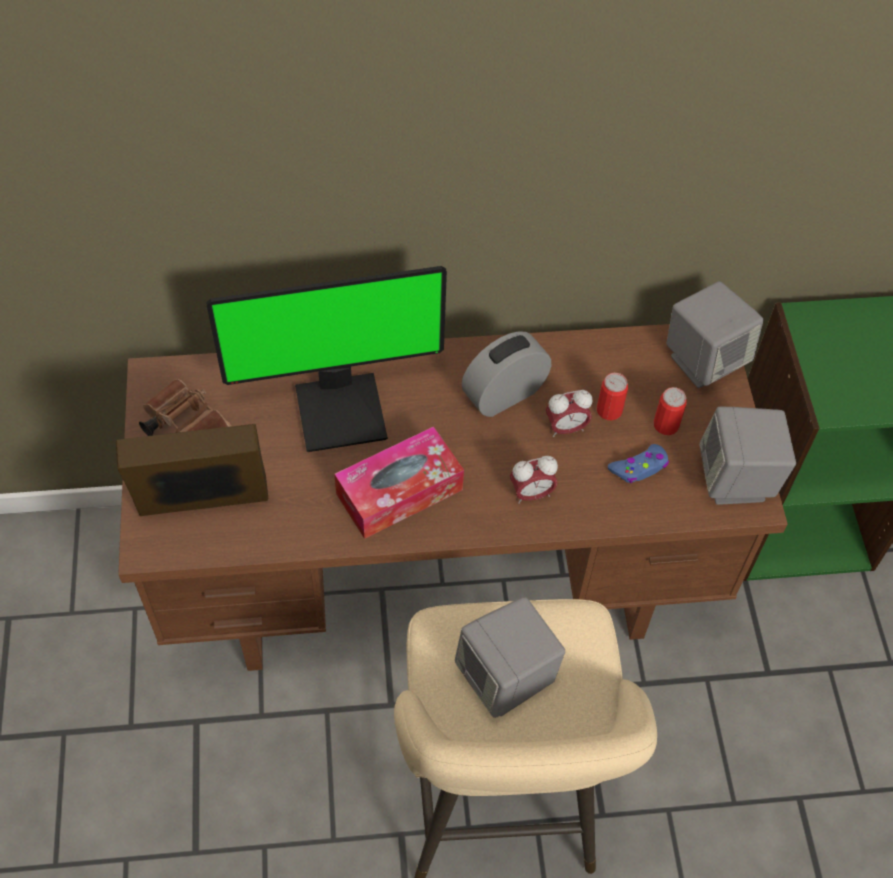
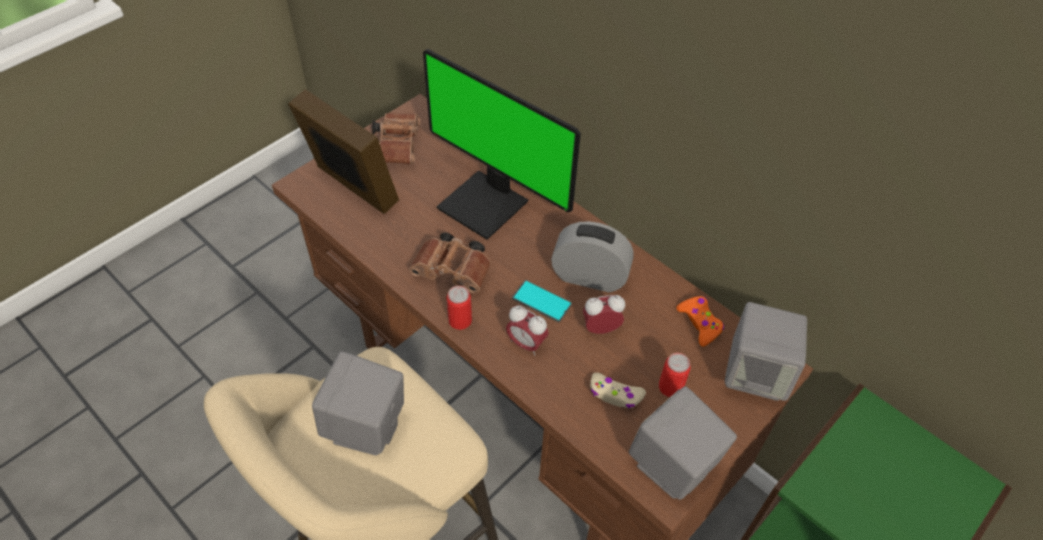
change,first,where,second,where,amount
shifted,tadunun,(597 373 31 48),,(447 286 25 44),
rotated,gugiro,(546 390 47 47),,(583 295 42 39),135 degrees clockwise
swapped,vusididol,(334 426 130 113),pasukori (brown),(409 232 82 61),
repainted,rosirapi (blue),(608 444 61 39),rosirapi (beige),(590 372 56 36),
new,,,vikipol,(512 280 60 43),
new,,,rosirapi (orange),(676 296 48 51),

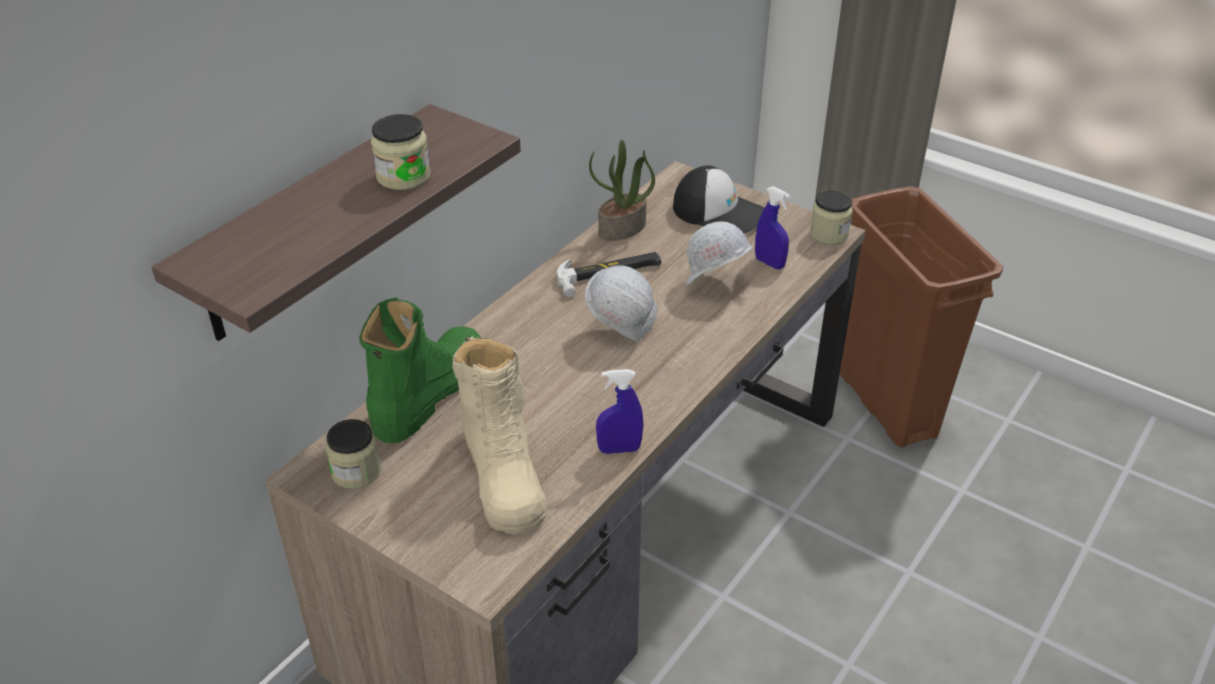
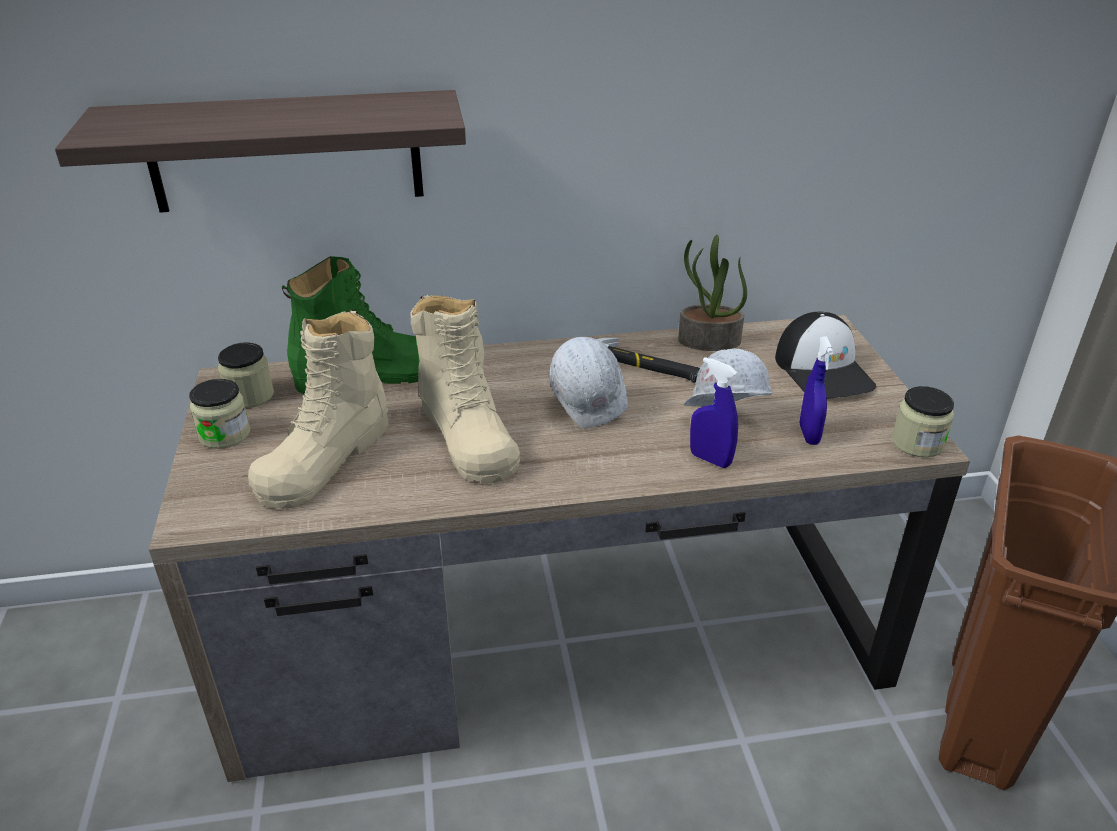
change,first,where,second,where,amount
shifted,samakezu,(371 114 59 76),,(189 379 61 70),
shifted,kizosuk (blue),(596 369 48 85),,(690 357 48 111),
new,,,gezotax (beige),(411 295 109 188),

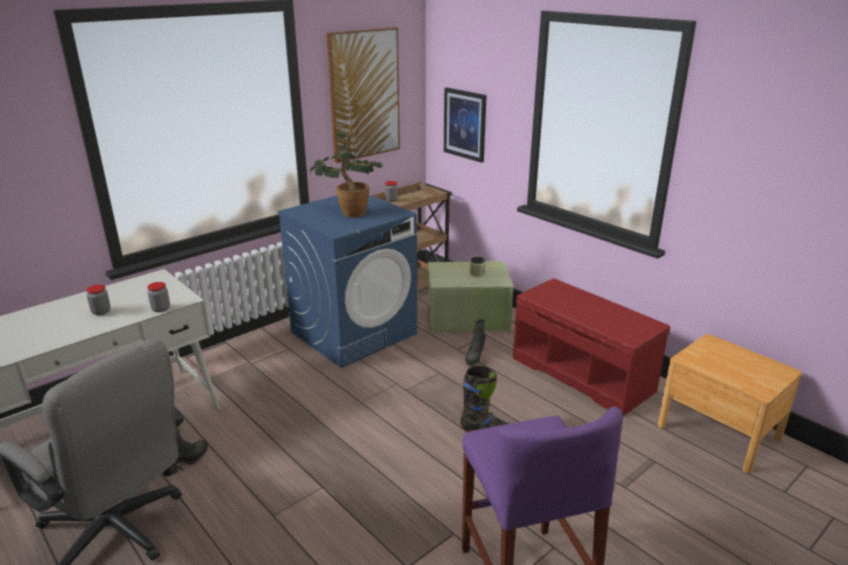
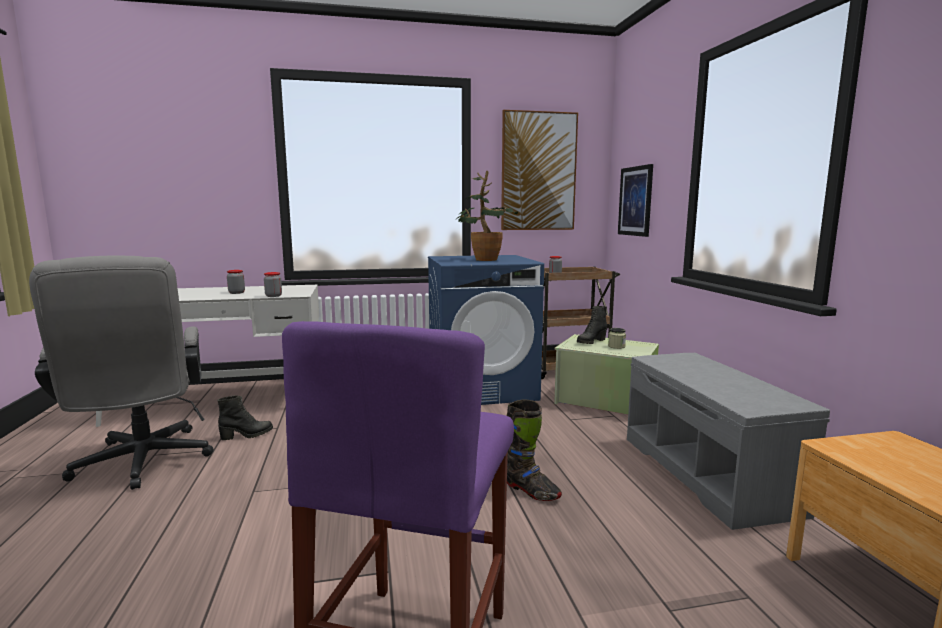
change,first,where,second,where,amount
repainted,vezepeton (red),(513 278 157 138),vezepeton (grey),(627 353 203 177),
shifted,gezotax (black),(465 319 20 47),,(577 306 30 38),

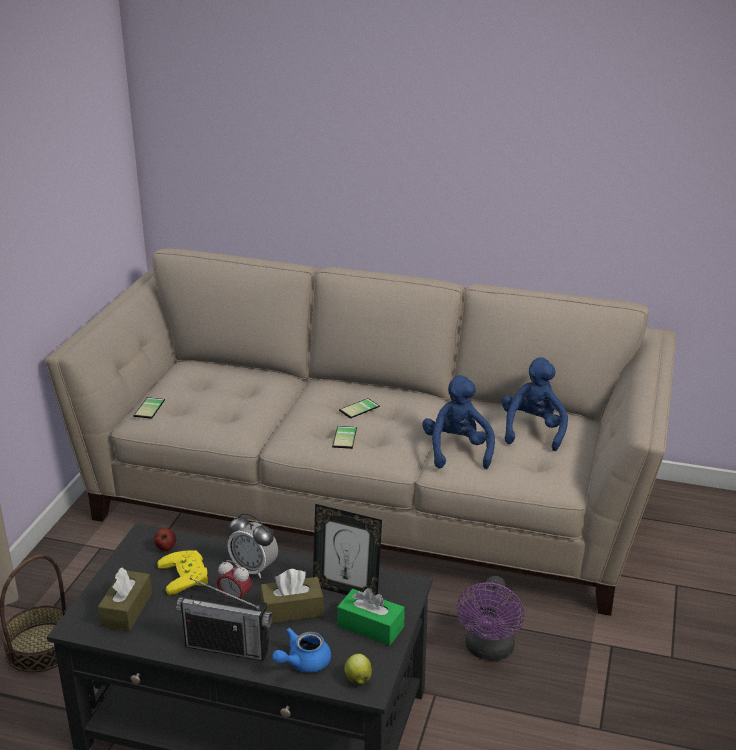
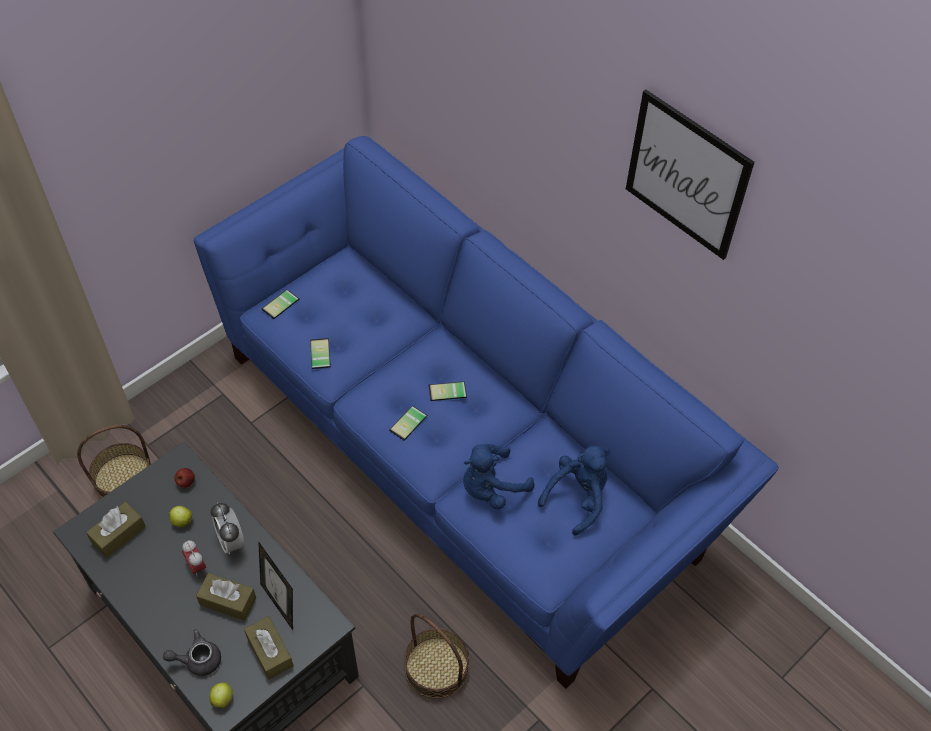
change,first,where,second,where,amount
repainted,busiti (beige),(45 248 631 368),busiti (blue),(194 136 585 553),
rotated,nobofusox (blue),(422 375 73 94),,(463 444 71 65),150 degrees counterclockwise
swapped,rosirapi (yellow),(157 550 51 45),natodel,(169 506 23 21),
swapped,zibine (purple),(457 576 67 84),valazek,(404 613 65 86),
gone,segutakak,(176 578 96 83),,,
repainted,vusididol (green),(337 588 68 58),vusididol (brown),(244 616 49 64),
repainted,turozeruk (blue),(272 628 59 45),turozeruk (grey),(163 629 58 47),
new,,,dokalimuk,(626 89 128 171),
new,,,vikipol,(310 338 21 31),

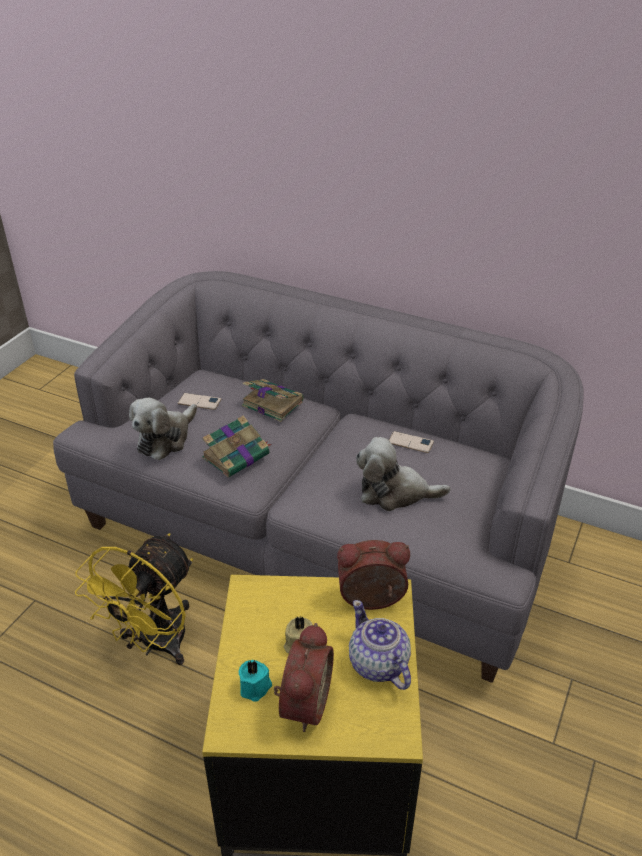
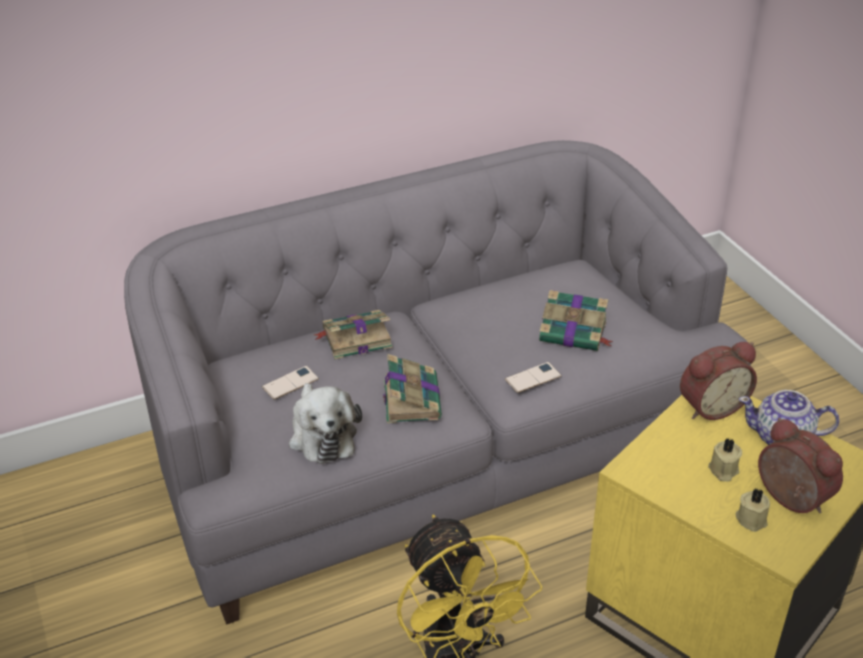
change,first,where,second,where,amount
shifted,vikipol,(389 431 45 22),,(505 362 57 31),
swapped,nobofusox,(356 437 94 74),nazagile,(539 290 74 61),
rotated,gugiro,(337 540 73 70),,(680 342 77 78),150 degrees counterclockwise
repainted,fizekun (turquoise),(239 660 33 42),fizekun (beige),(736 488 34 44),

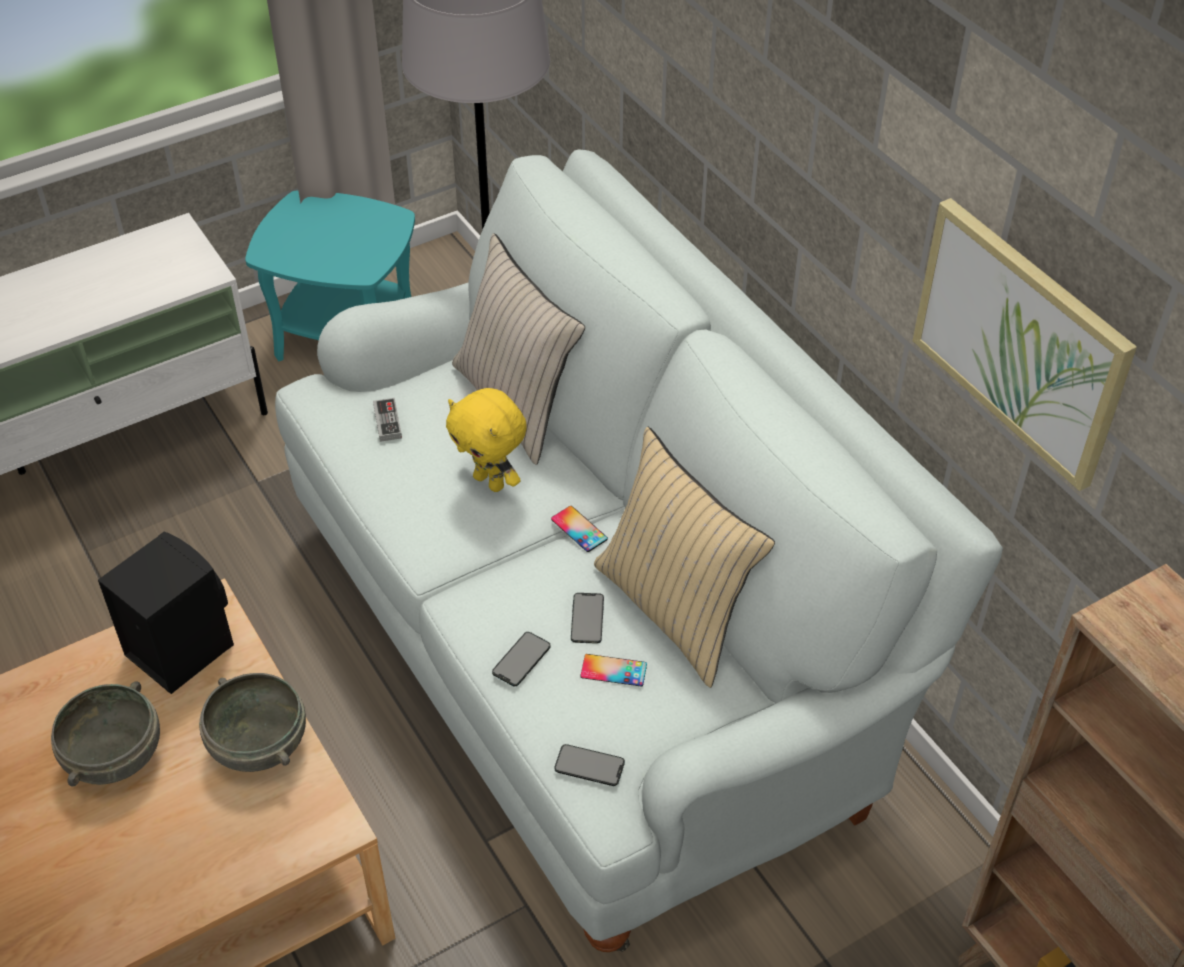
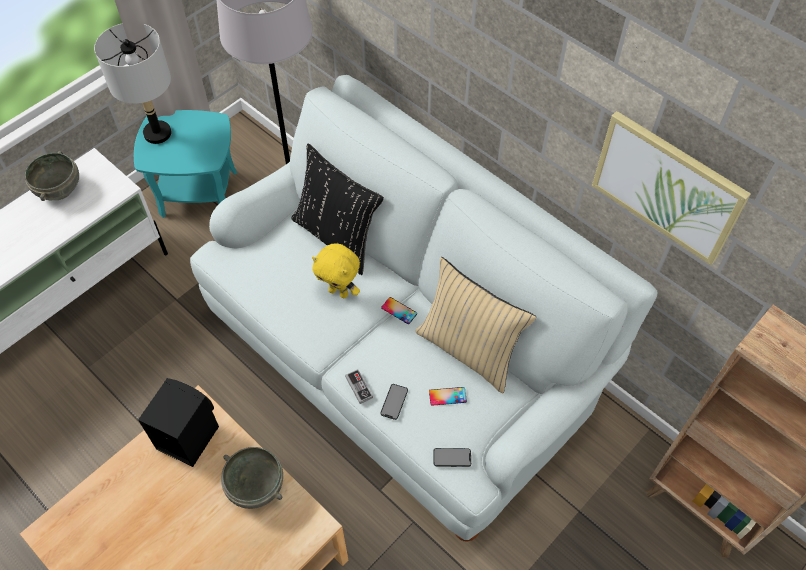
change,first,where,second,where,amount
repainted,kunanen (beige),(452 233 133 232),kunanen (black),(291 144 93 131),
shifted,rosirapi,(373 398 29 44),,(345 369 28 35),
gone,vikipol,(571 593 33 51),,,
shifted,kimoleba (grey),(51 682 109 105),,(25 151 54 50),
new,,,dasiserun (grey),(94 24 78 120),

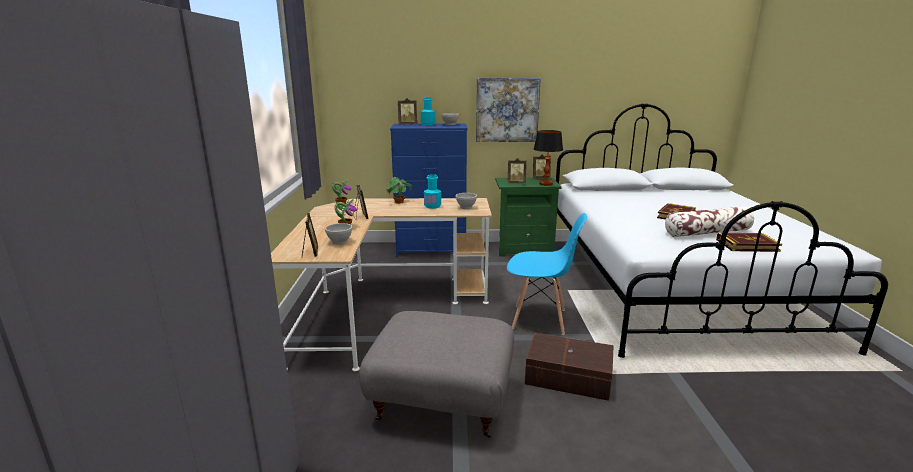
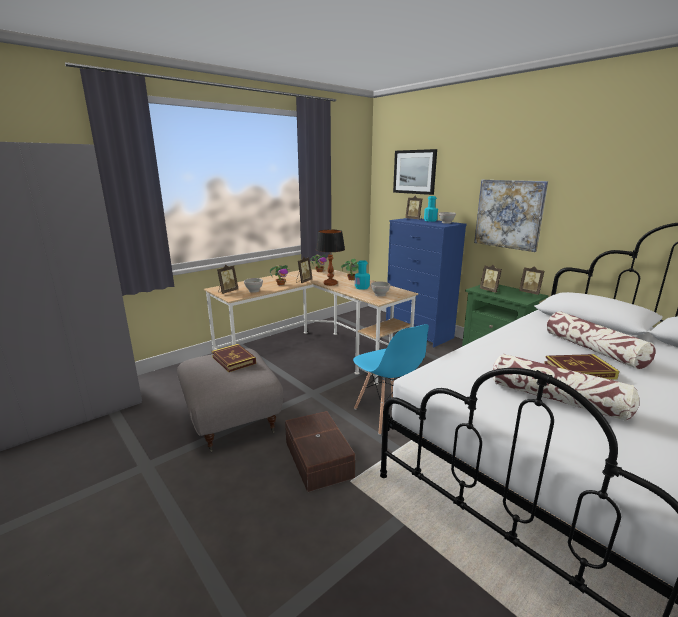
change,first,where,second,where,amount
shifted,dasiserun,(534 130 29 56),,(316 230 29 56),
shifted,nazagile,(716 233 66 19),,(212 344 44 28),
new,,,dokalimuk,(393 149 44 46),
new,,,kunanen,(547 311 109 59),

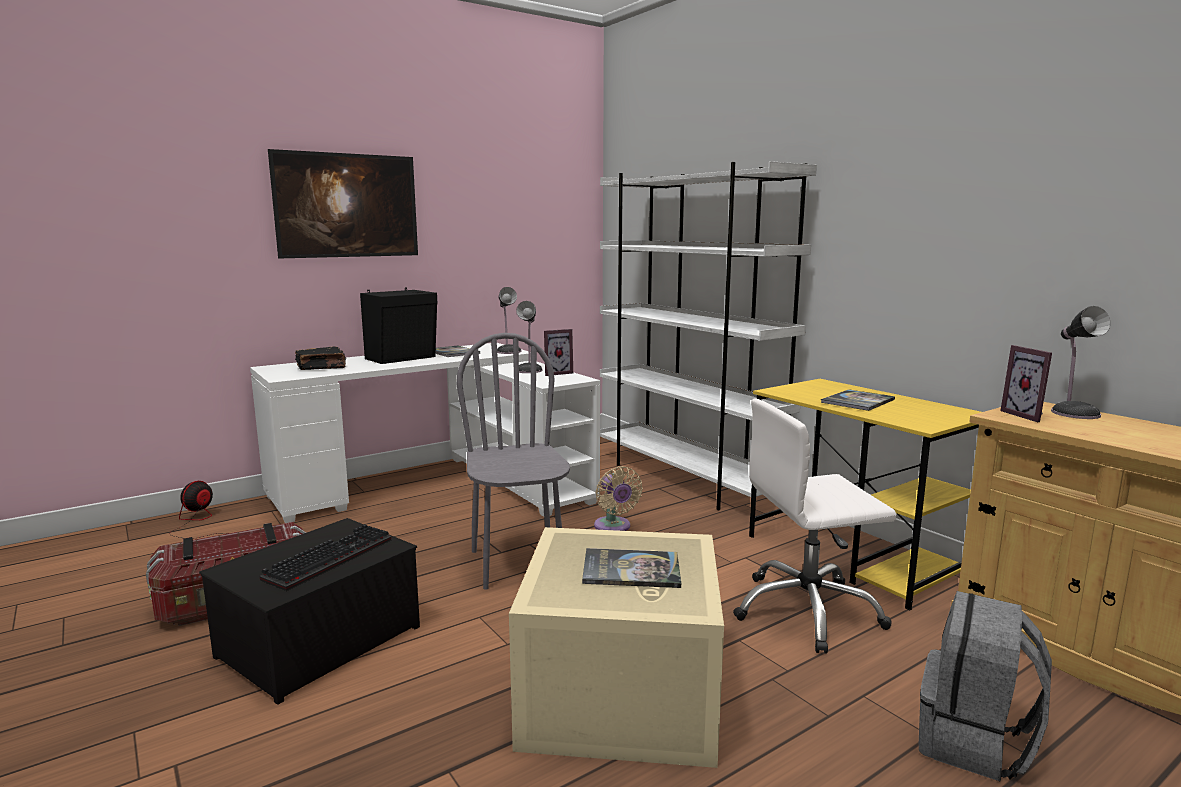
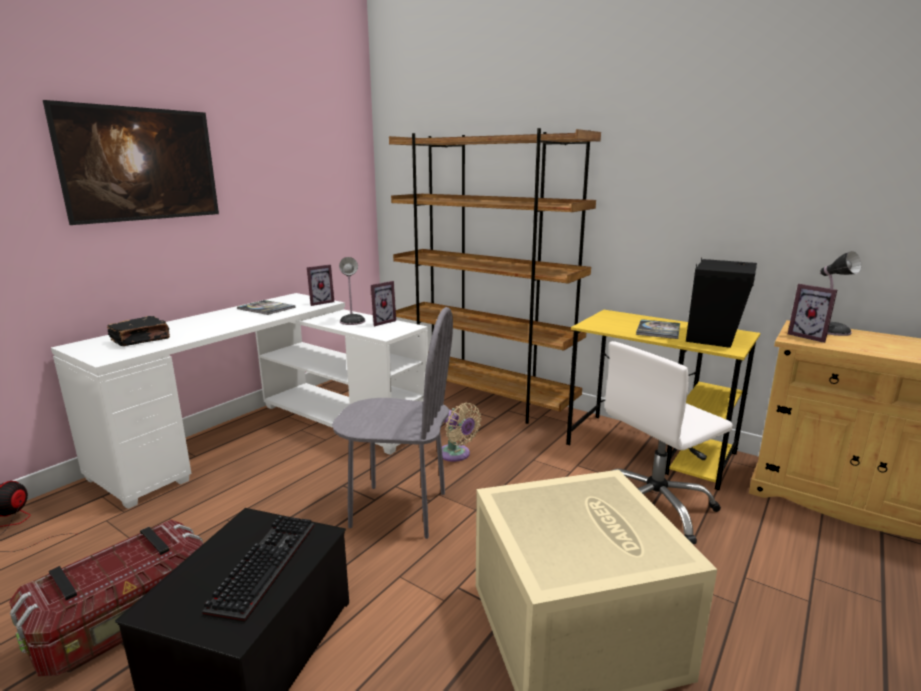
change,first,where,second,where,amount
repainted,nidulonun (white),(600 161 217 349),nidulonun (brown),(389 128 212 296),
shifted,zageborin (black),(360 287 77 77),,(686 257 71 91),
swapped,dasiserun,(497 287 25 67),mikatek,(307 265 27 41),
rotated,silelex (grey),(457 333 113 257),,(332 307 121 232),135 degrees clockwise
gone,nazagile,(582 548 99 40),,,
gone,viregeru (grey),(919 591 133 191),,,

